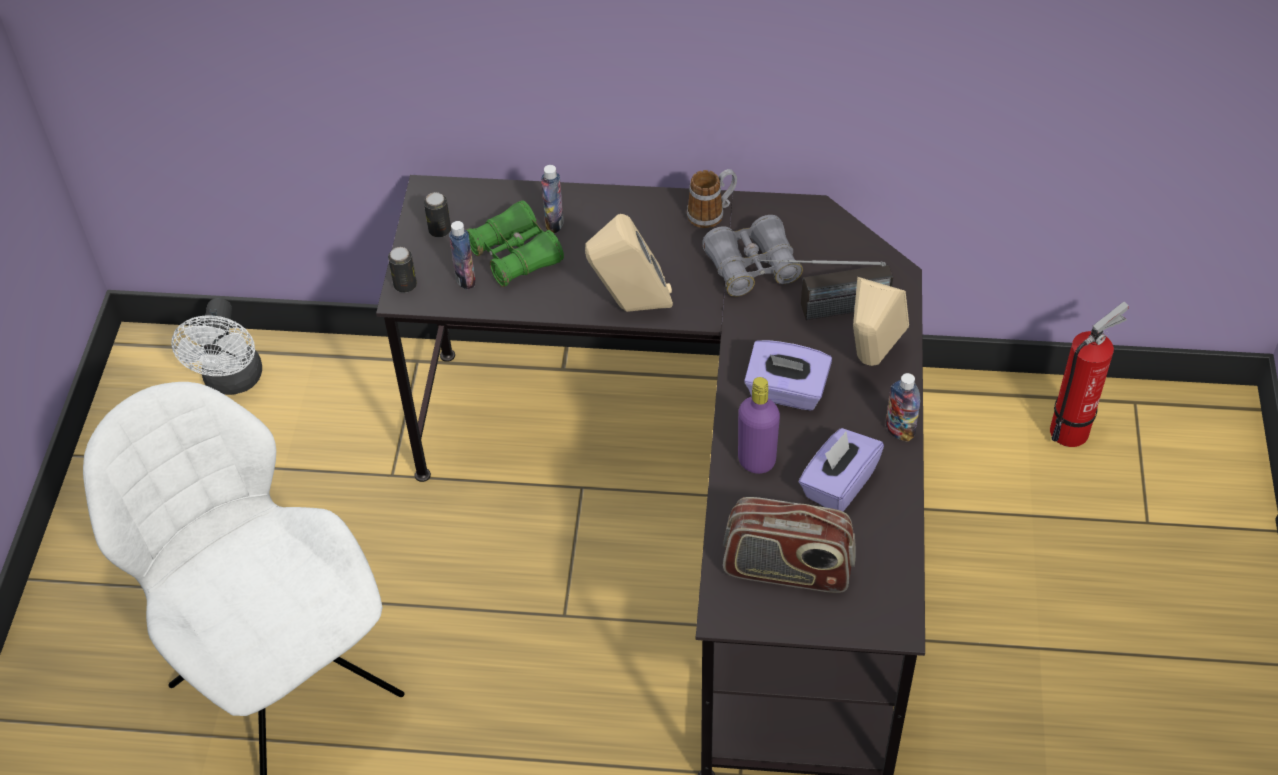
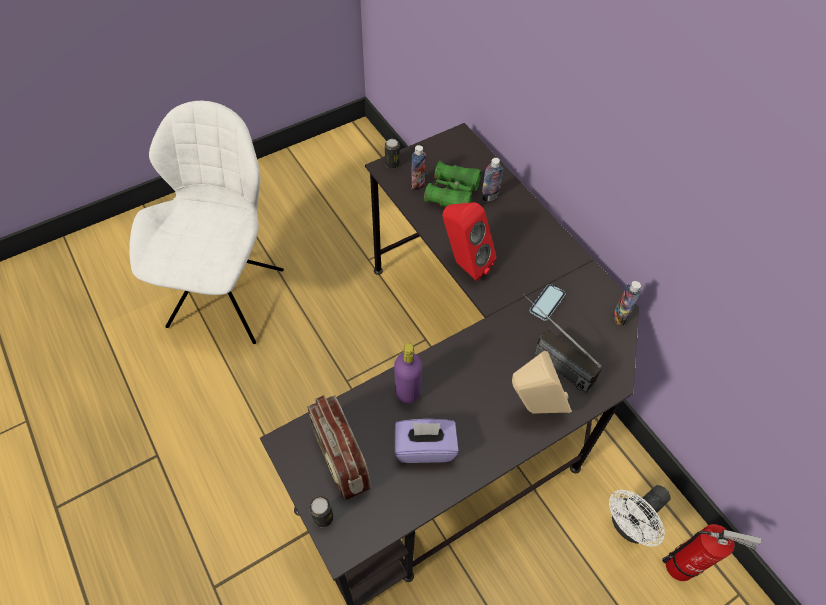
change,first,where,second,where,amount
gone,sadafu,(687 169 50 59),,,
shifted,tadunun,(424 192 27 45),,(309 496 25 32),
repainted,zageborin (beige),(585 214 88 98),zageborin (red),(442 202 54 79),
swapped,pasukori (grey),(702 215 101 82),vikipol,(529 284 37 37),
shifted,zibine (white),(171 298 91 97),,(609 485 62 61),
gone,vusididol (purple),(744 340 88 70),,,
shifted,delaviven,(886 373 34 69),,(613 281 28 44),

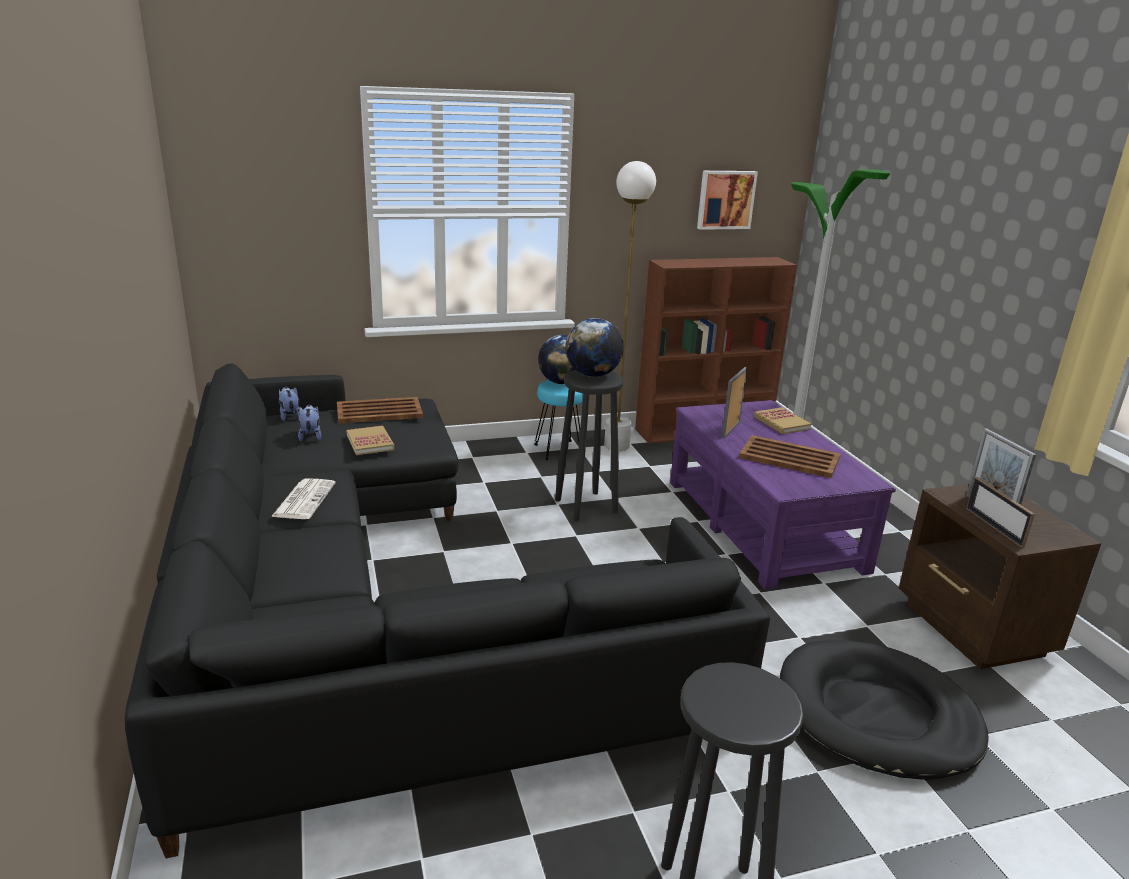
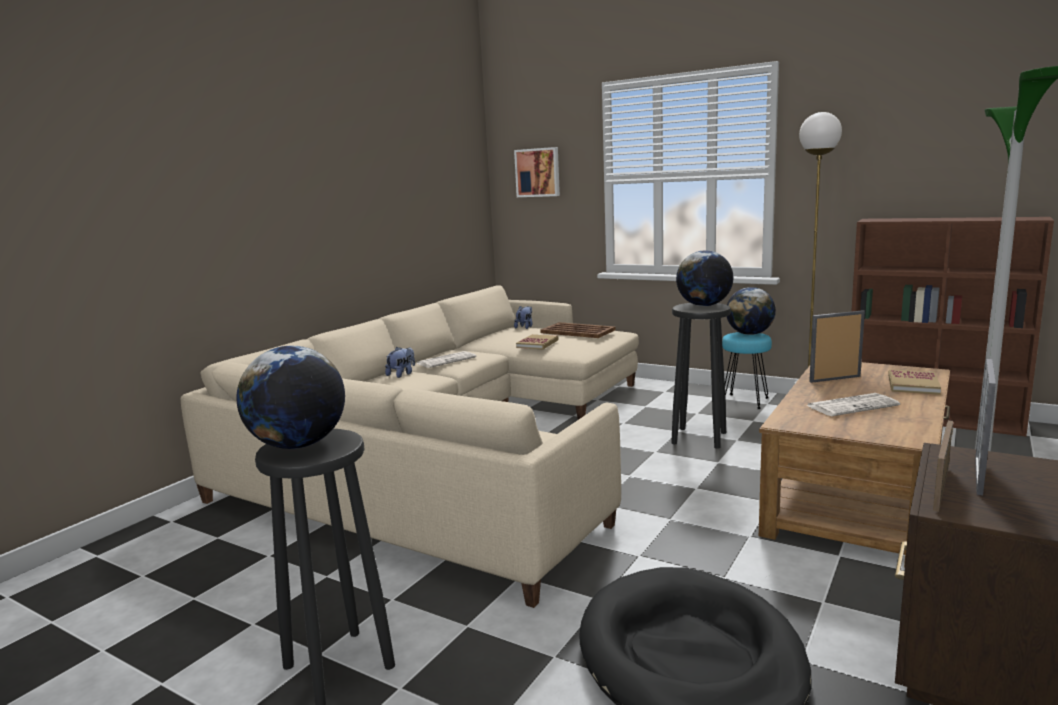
change,first,where,second,where,amount
shifted,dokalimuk,(697 171 61 59),,(514 147 46 50),
repainted,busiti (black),(125 363 645 495),busiti (beige),(181 285 458 323),
repainted,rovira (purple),(670 400 226 190),rovira (brown),(759 362 191 206),
shifted,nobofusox,(298 405 24 37),,(385 347 30 31),
swapped,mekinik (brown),(739 435 101 43),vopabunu,(806 393 94 23),
new,,,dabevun,(237 346 108 103),

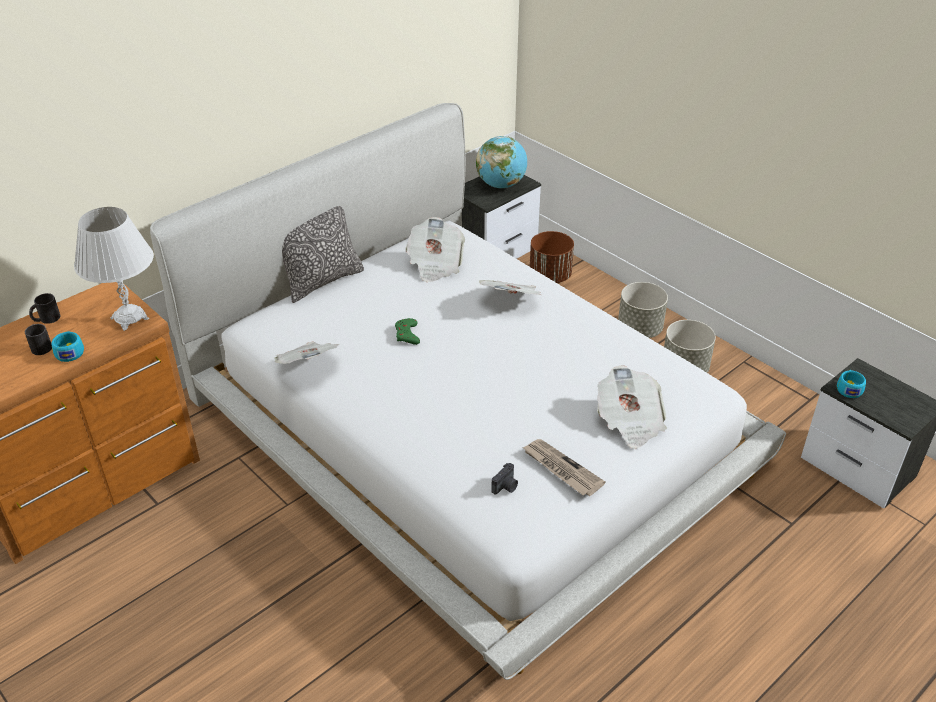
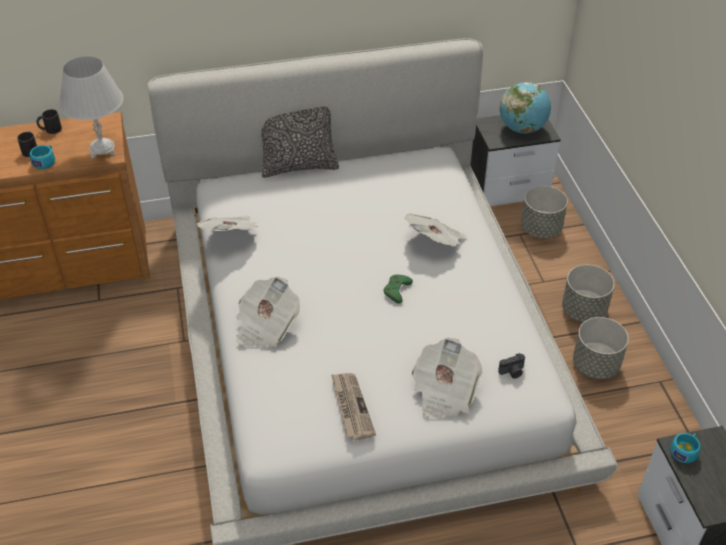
change,first,where,second,where,amount
shifted,vopabunu,(405 217 60 65),,(236 277 64 71),
repainted,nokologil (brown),(530 231 44 52),nokologil (grey),(521 186 47 53),
shifted,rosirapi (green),(395 318 25 27),,(384 275 29 29),
shifted,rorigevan,(491 463 27 32),,(498 353 27 26),

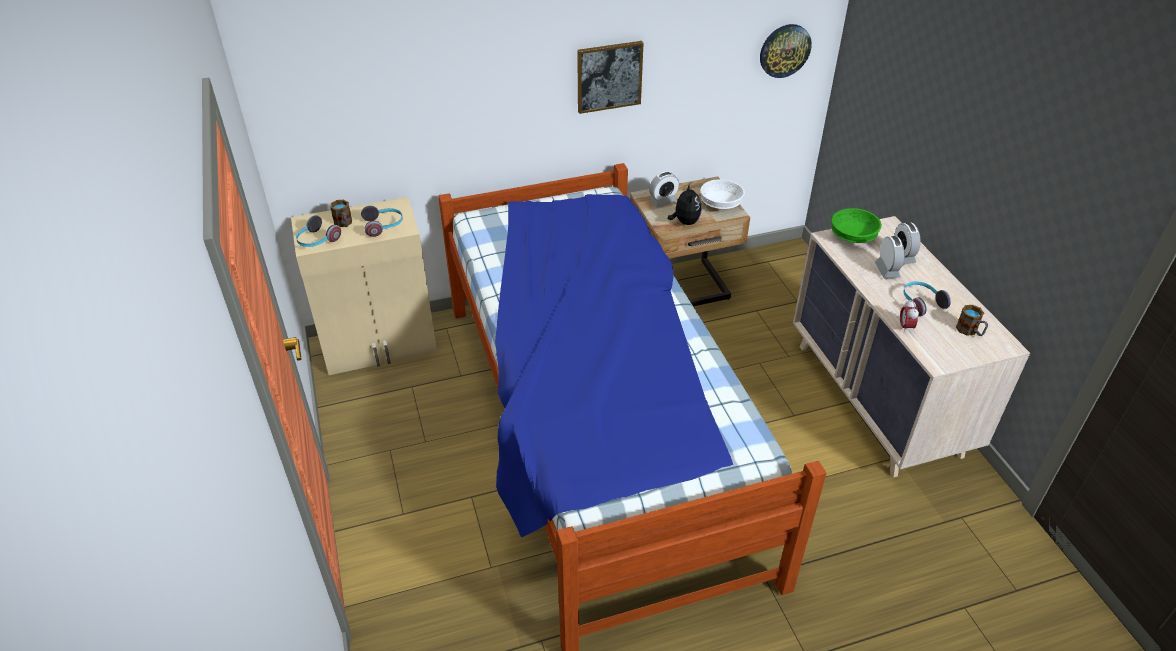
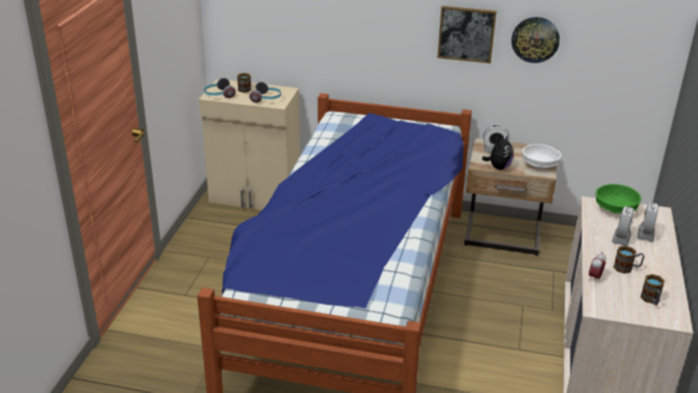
change,first,where,second,where,amount
shifted,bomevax,(760 24 52 54),,(511 17 49 46),
swapped,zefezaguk,(903 281 48 36),sadafu,(613 246 31 28),

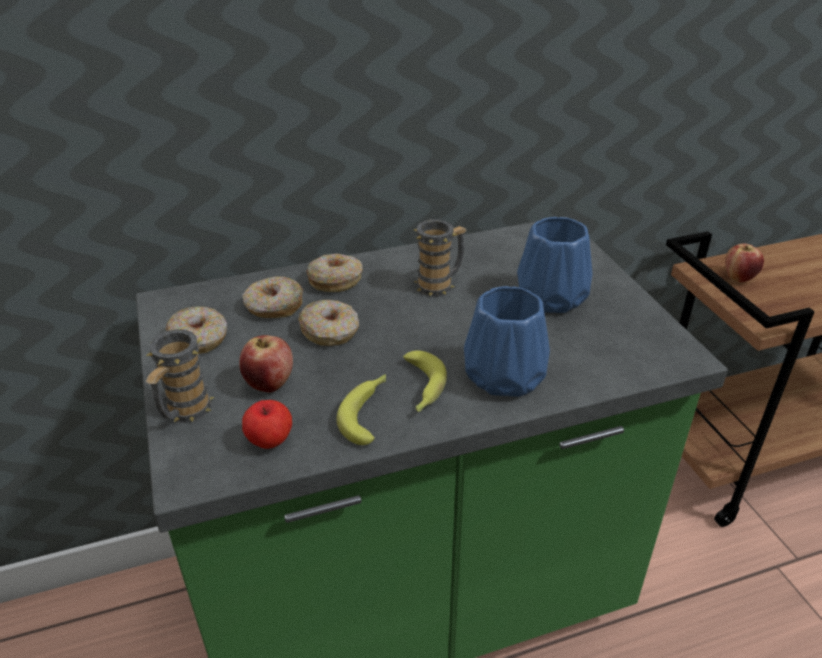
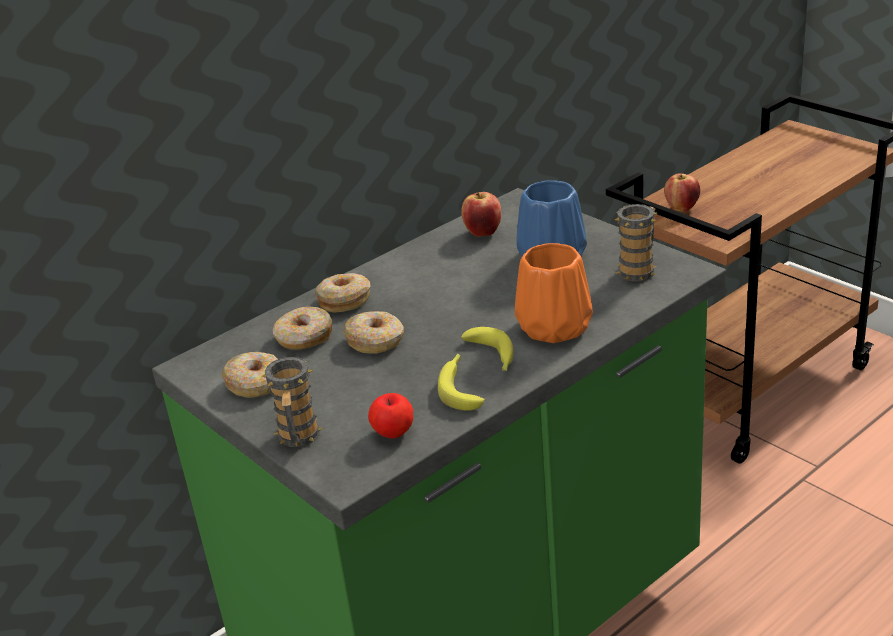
change,first,where,second,where,amount
shifted,sadafu,(414 219 53 78),,(615 204 42 78),
repainted,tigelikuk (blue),(464 286 86 111),tigelikuk (orange),(515 243 78 100),
shifted,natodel,(240 335 53 58),,(461 192 40 45),

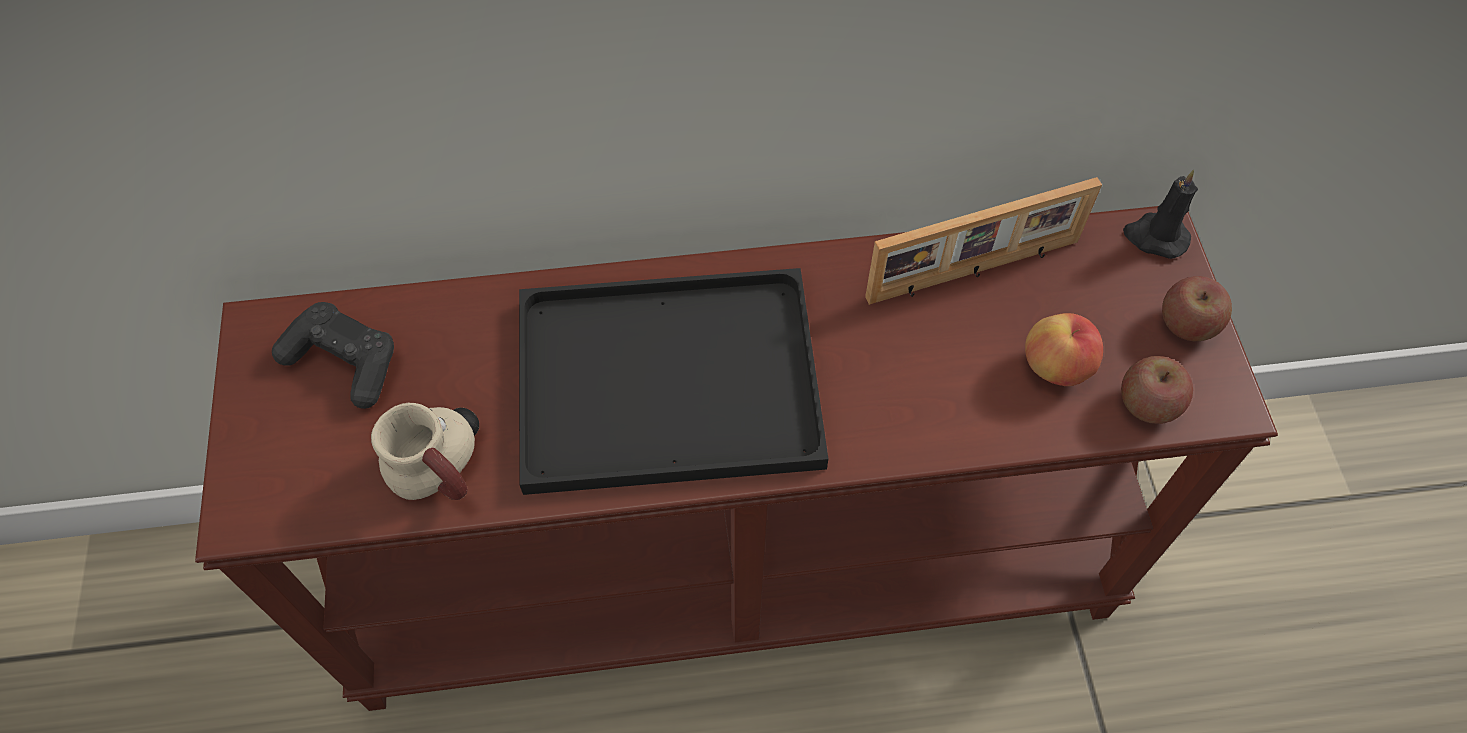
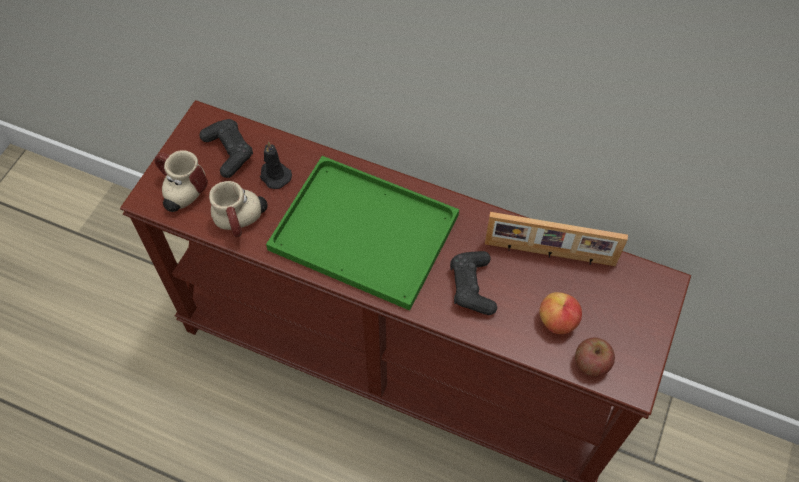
change,first,where,second,where,amount
shifted,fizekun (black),(1123 169 75 90),,(260 141 32 48),
repainted,mekinik (black),(519 268 309 227),mekinik (green),(266 156 193 155),
gone,natodel,(1162 276 70 65),,,
new,,,sadafu,(155 150 53 62),
new,,,rosirapi (black),(450 251 47 64),

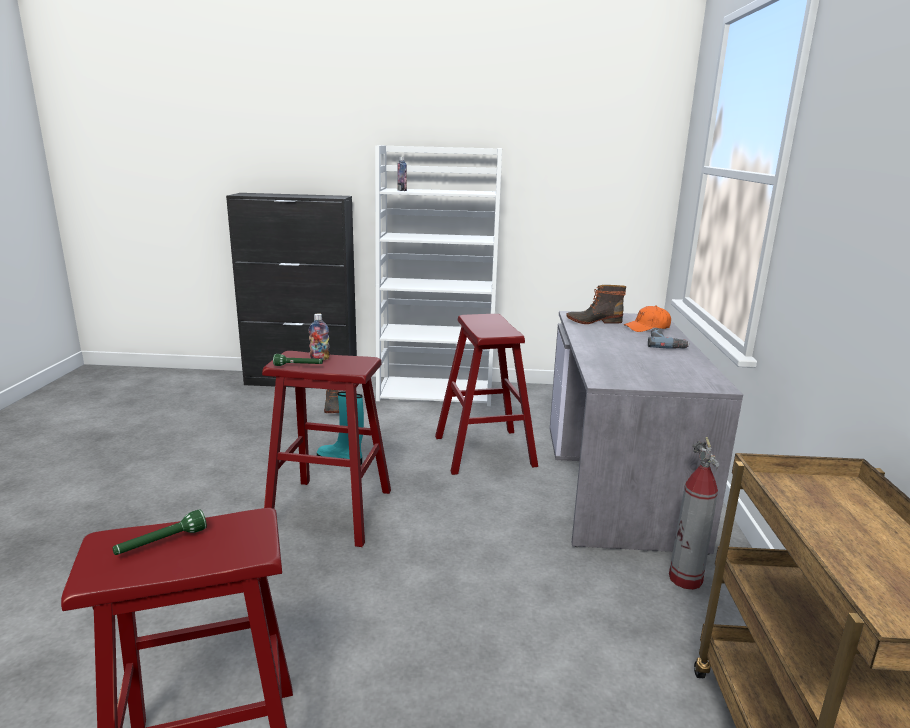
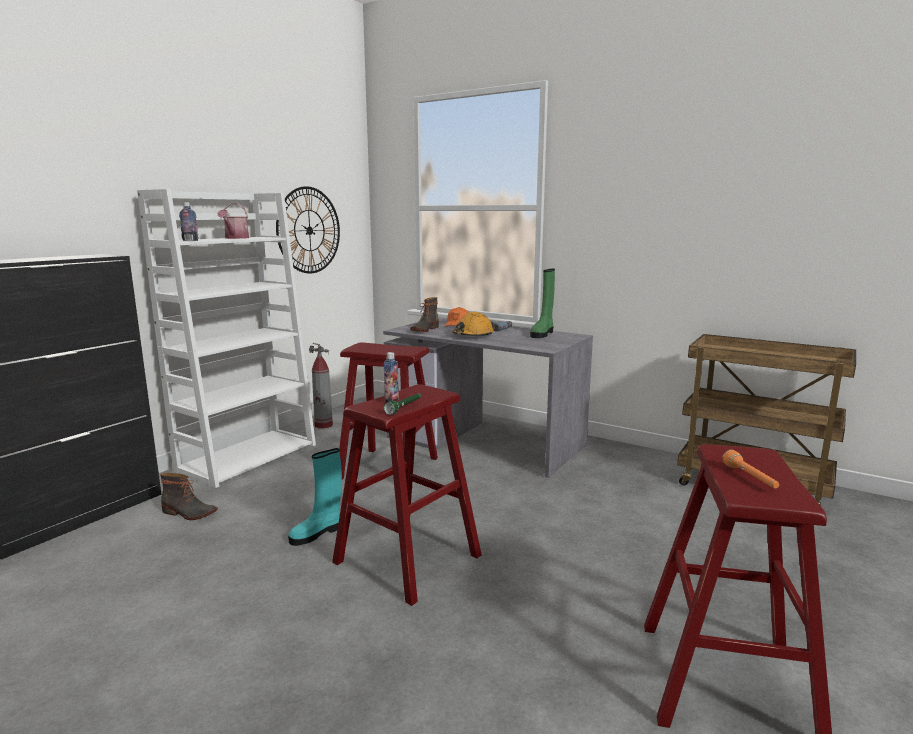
change,first,where,second,where,amount
shifted,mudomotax,(669 437 50 153),,(309 343 24 86),
repainted,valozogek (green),(112 509 95 46),valozogek (orange),(722 450 57 39),
new,,,bomevax,(276 186 64 88),
new,,,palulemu,(217 203 32 36),
new,,,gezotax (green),(530 269 25 69),
new,,,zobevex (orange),(452 312 43 24),

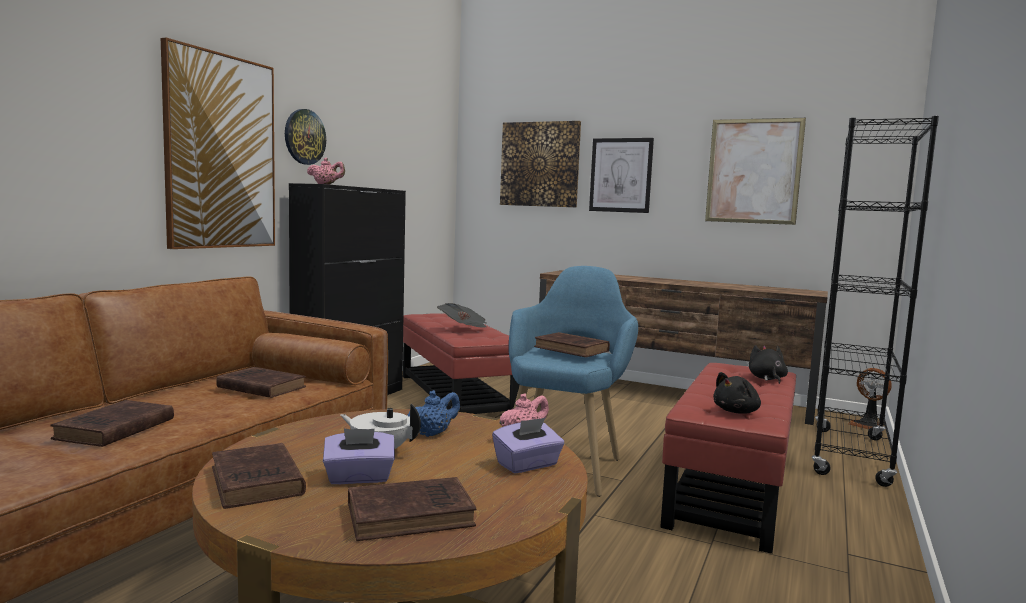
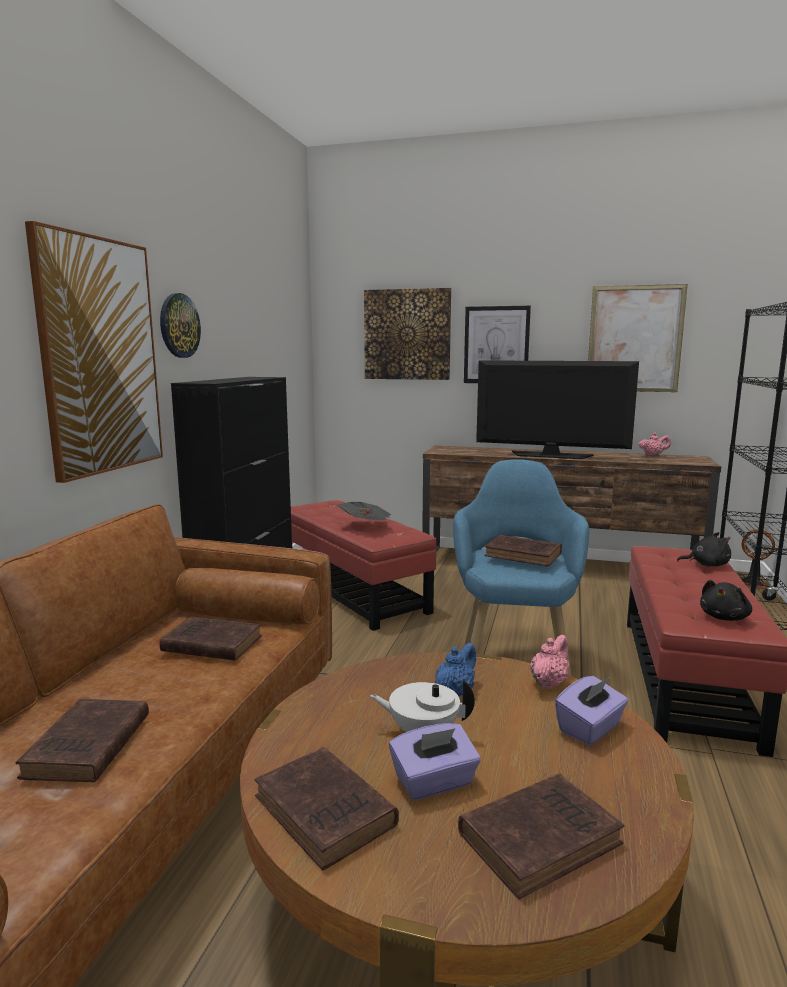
change,first,where,second,where,amount
shifted,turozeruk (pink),(307 157 38 28),,(638 432 33 24),
rotated,nobofusox (black),(749 345 39 39),,(677 532 54 35),105 degrees clockwise
new,,,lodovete,(476 360 163 99),

